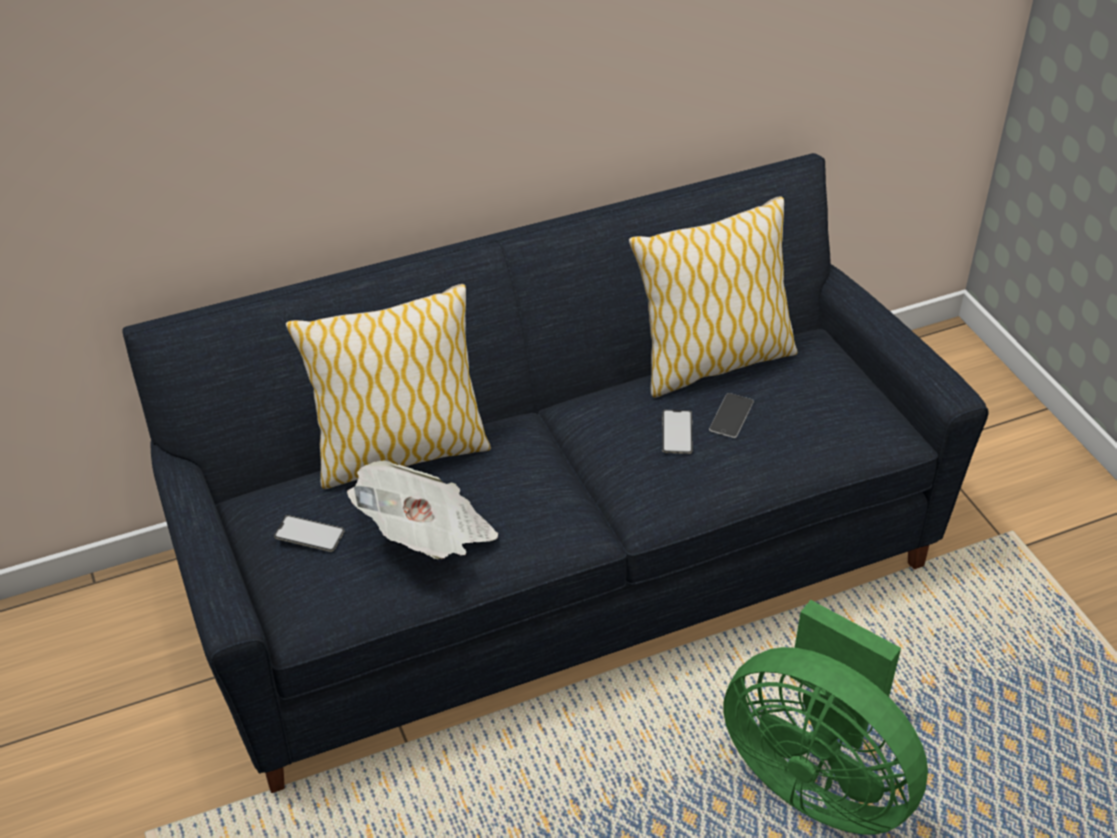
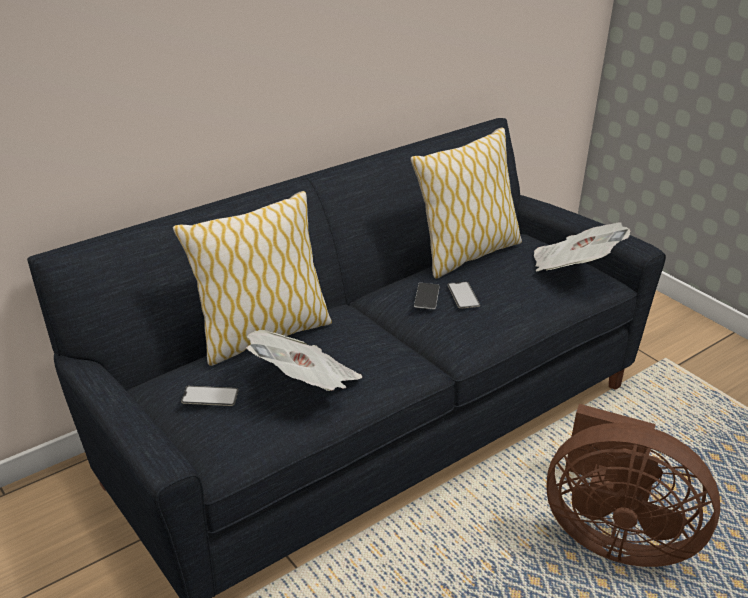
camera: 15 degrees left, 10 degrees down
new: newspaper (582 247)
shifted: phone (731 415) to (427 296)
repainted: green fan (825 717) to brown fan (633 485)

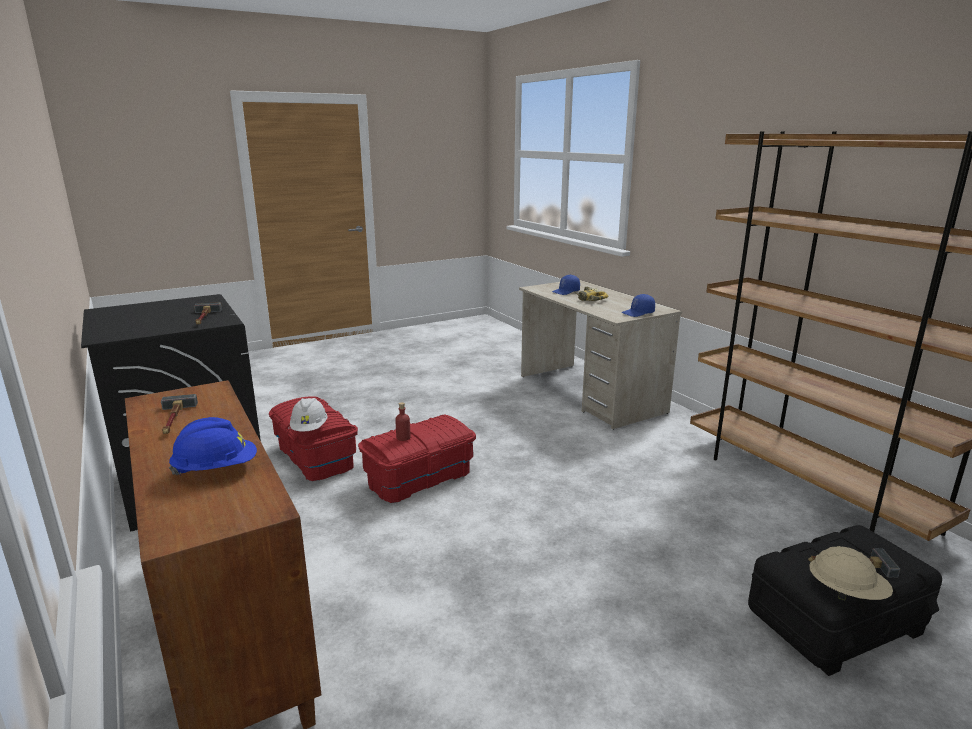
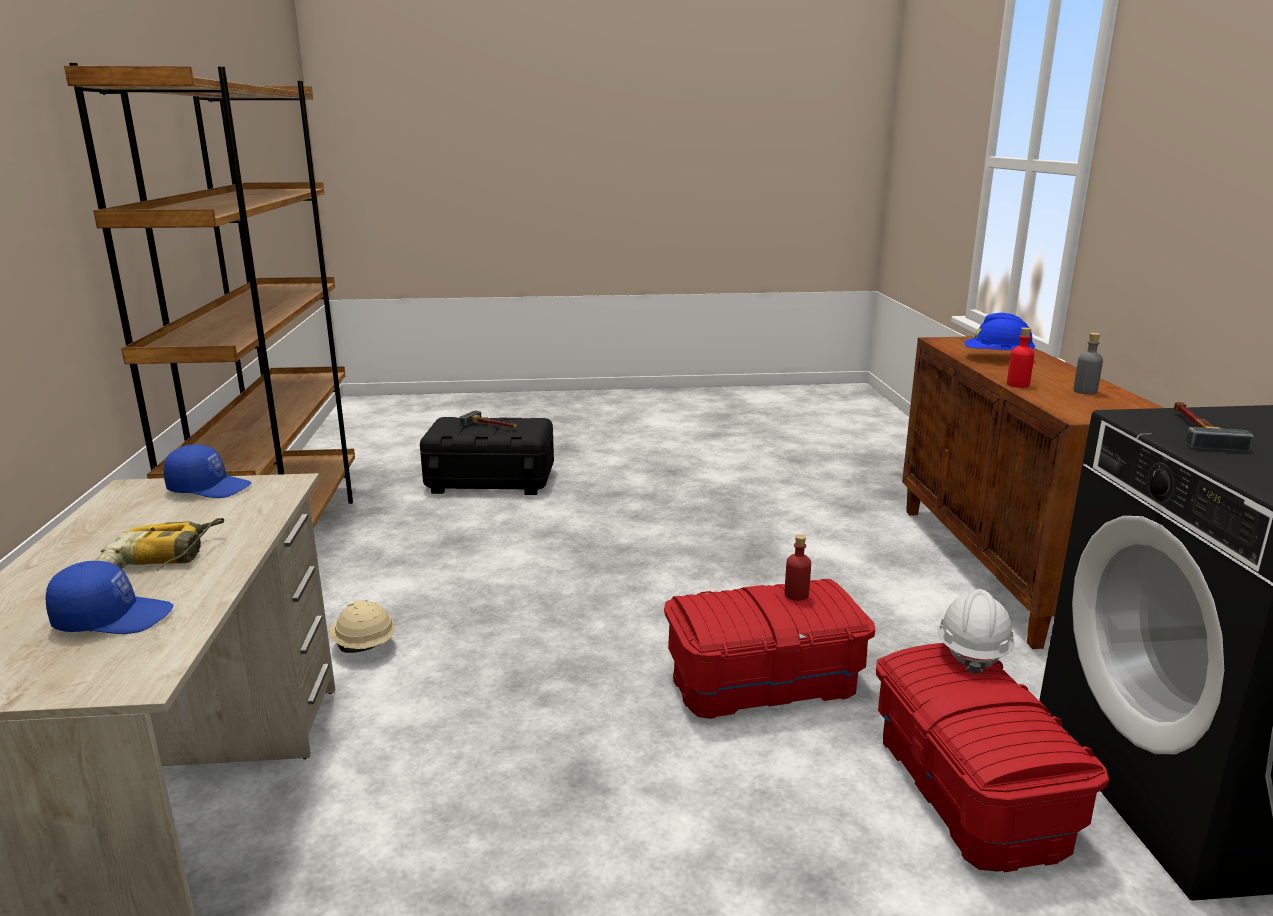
camera: 155 degrees left, 0 degrees up
new: red bottle (1020 357)
shifted: beige hard hat (851 573) to (362 626)
swapped: hammer (179 414) to grey bottle (1088 363)

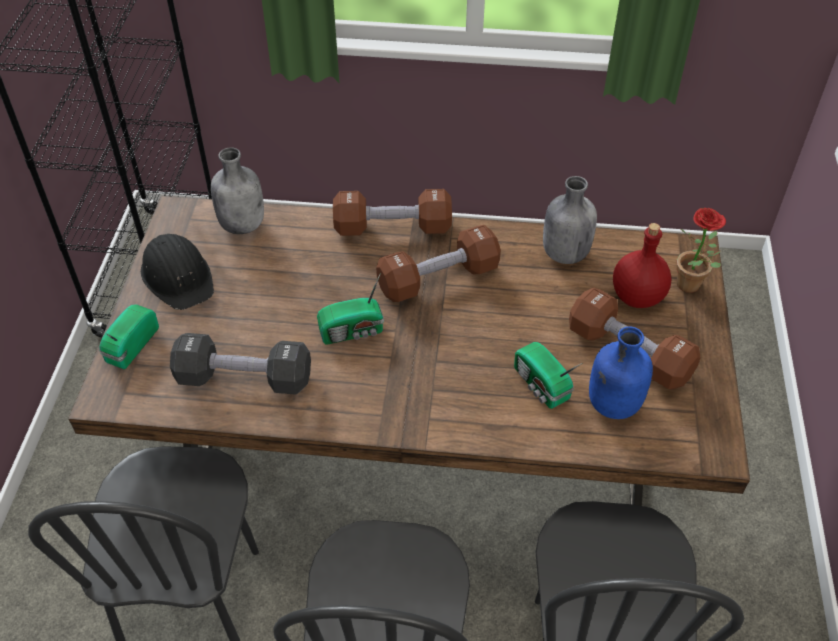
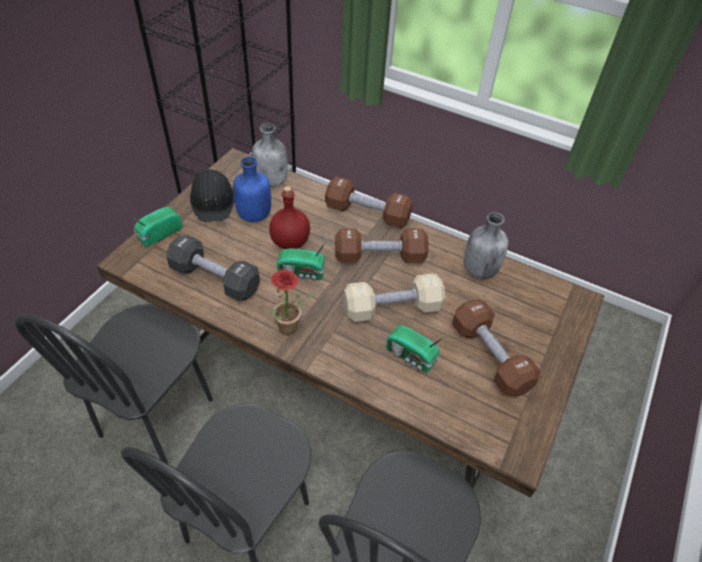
camera: 20 degrees right, 0 degrees up
new: beige dumbbell (394 298)
shifted: potted plant (701 250) to (291 302); red bottle (642 265) to (289 217); blue bottle (621 372) to (252 189)
rotated: radio (548 375) = (416 349) 45 degrees counterclockwise

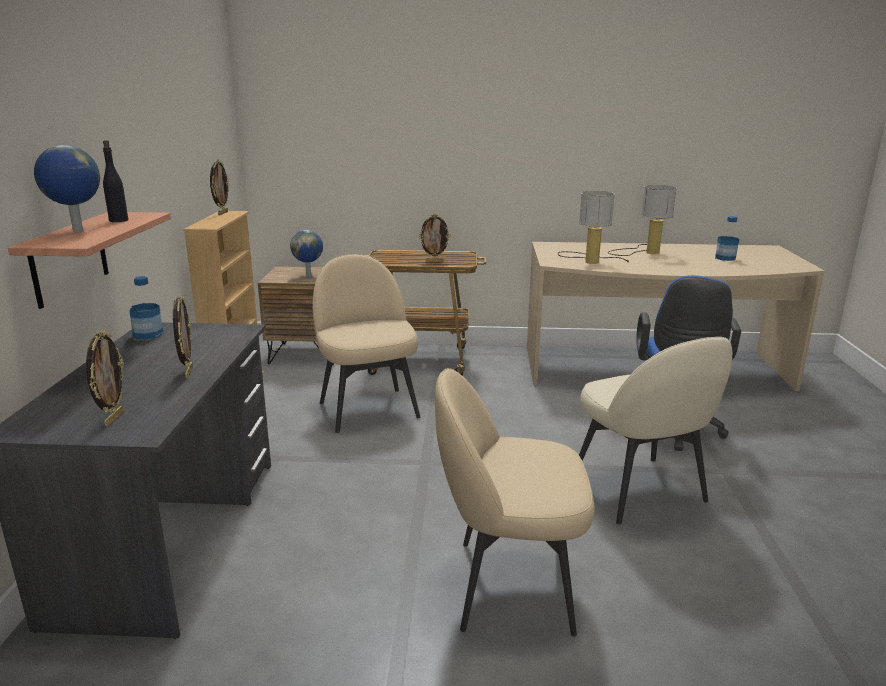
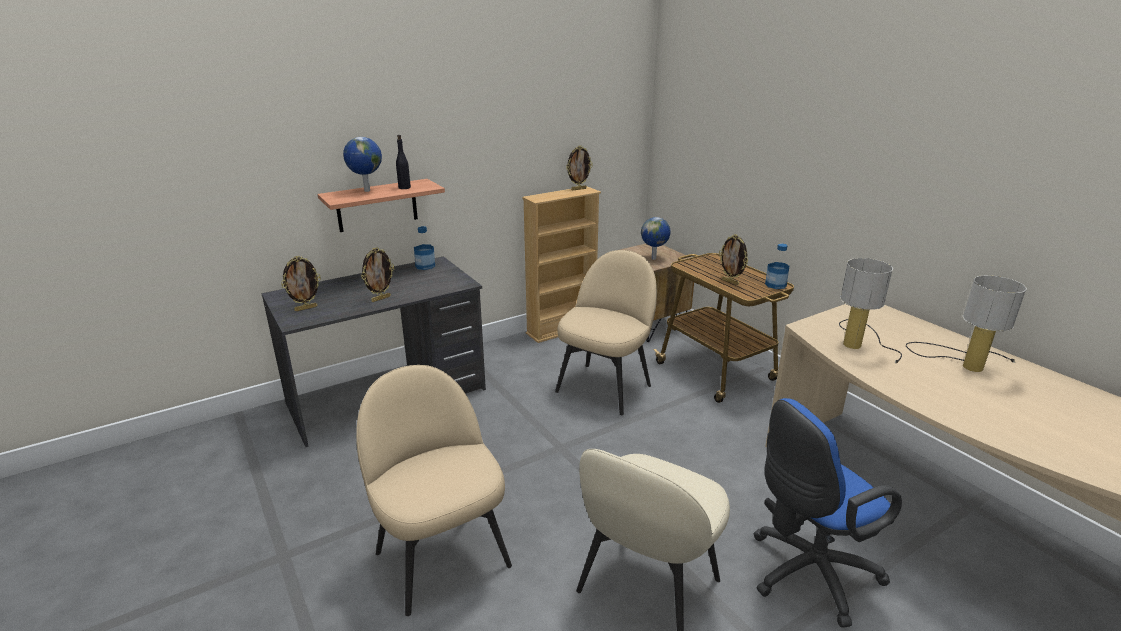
camera: 55 degrees right, 5 degrees up
shifted: bottle (727 238) to (777 266)

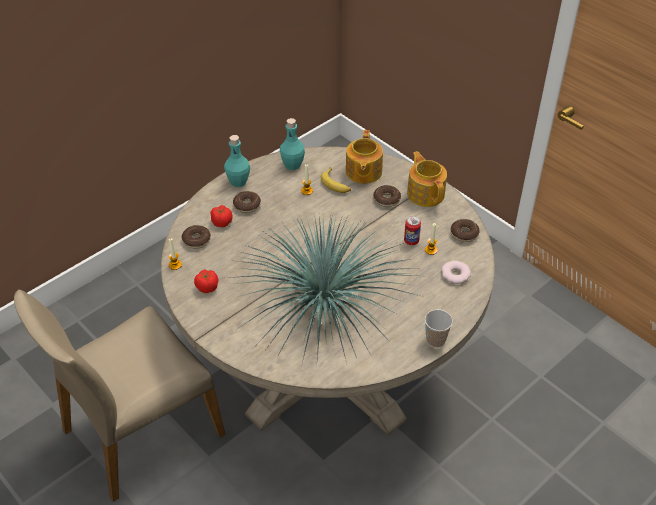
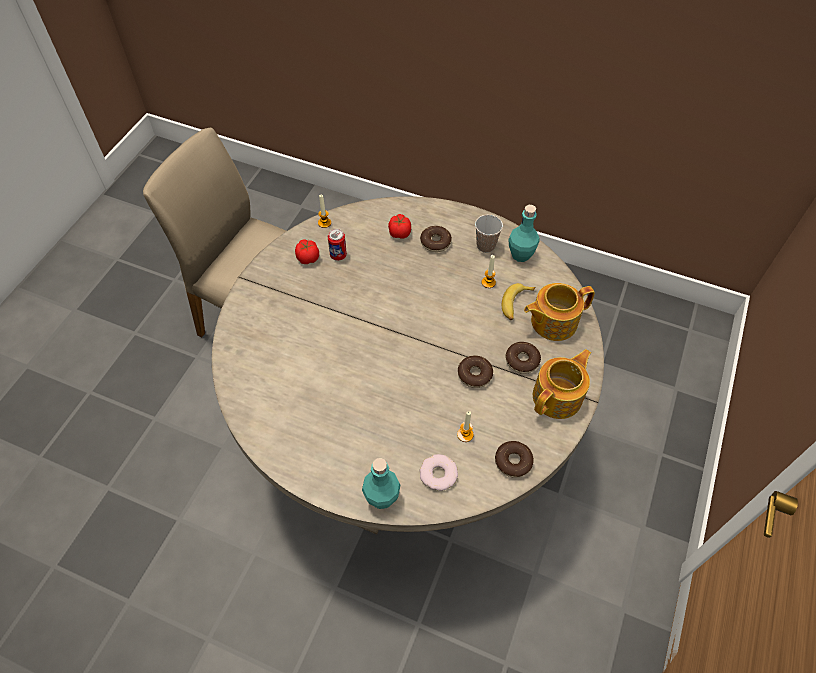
camera: 65 degrees right, 10 degrees up
gone: potted plant (326 288)
shifted: turquoise bottle (237 161) to (381 483); can (412 230) to (337 245); donut (196 237) to (475 372); cup (439 328) to (489 233)

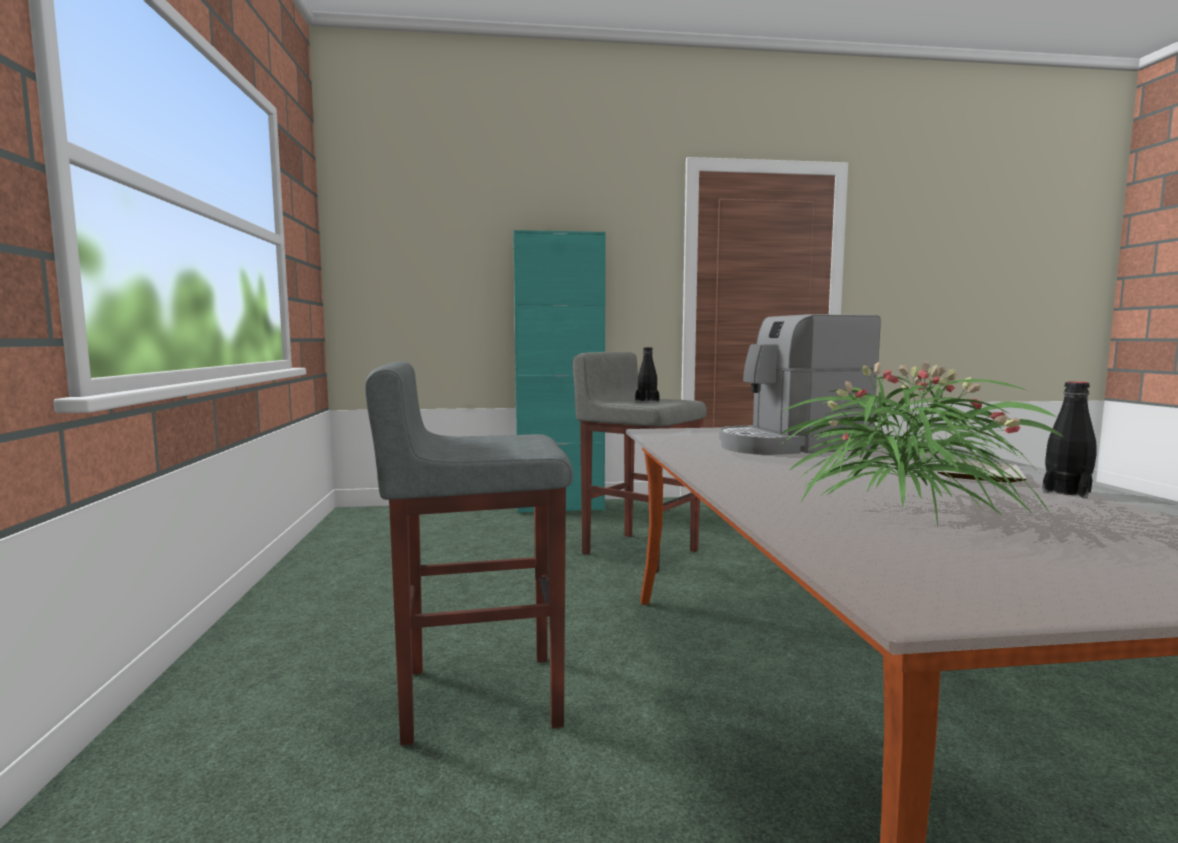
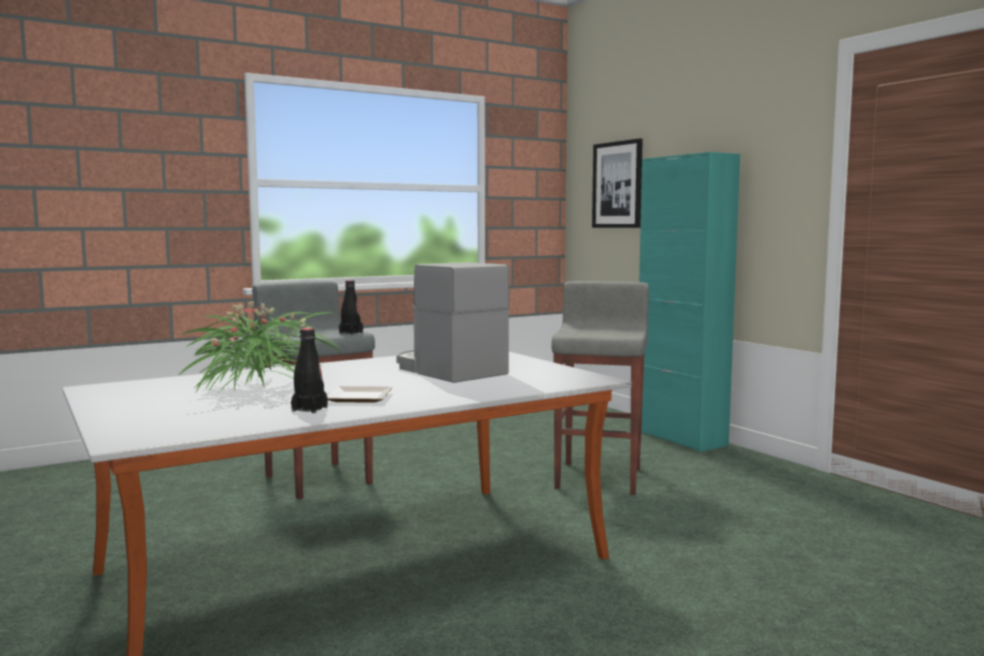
camera: 65 degrees right, 0 degrees up
new: picture (617 183)
shifted: black bottle (647 374) to (351 307)

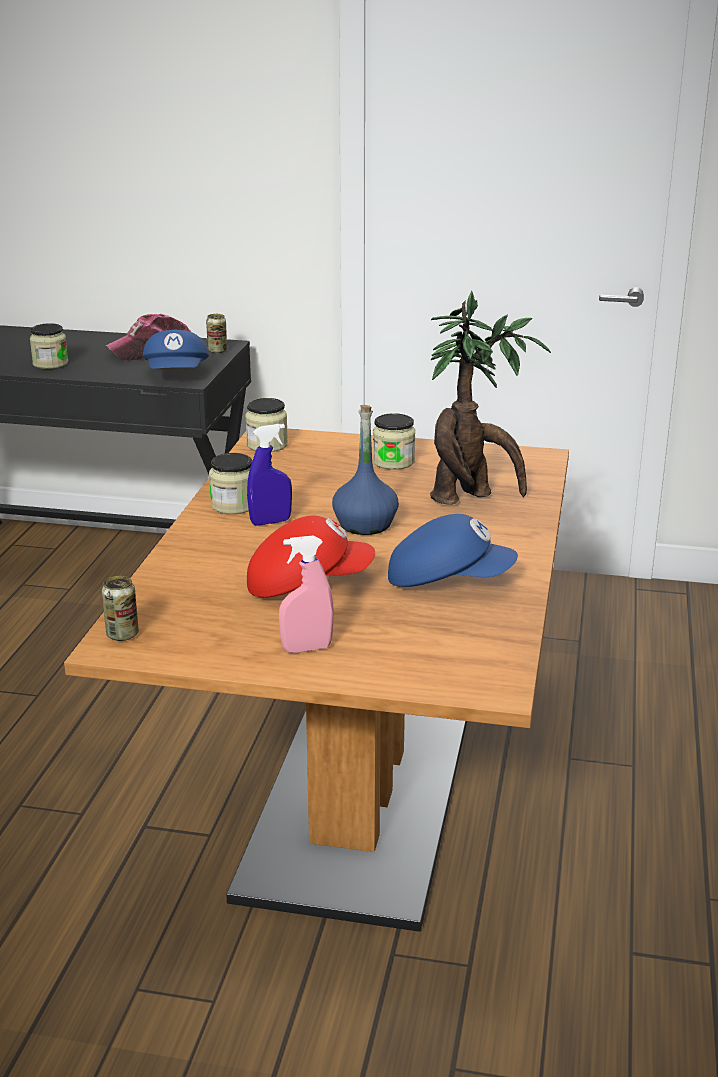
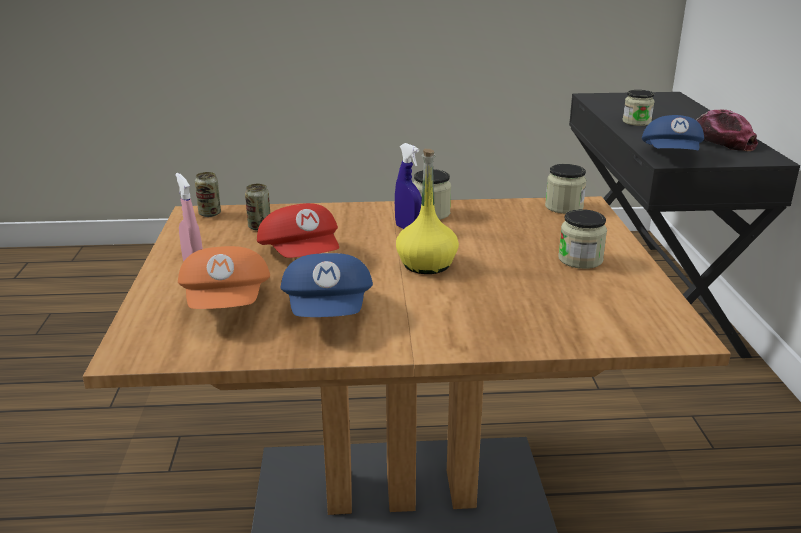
camera: 75 degrees right, 0 degrees up
gone: potted plant (490 398)
new: orange cap (224 277)
shifted: can (216 333) to (257 207)
repainted: blue bottle (365 470) to yellow bottle (427 211)
rotated: blue cap (176 349) = (673 132) 60 degrees counterclockwise

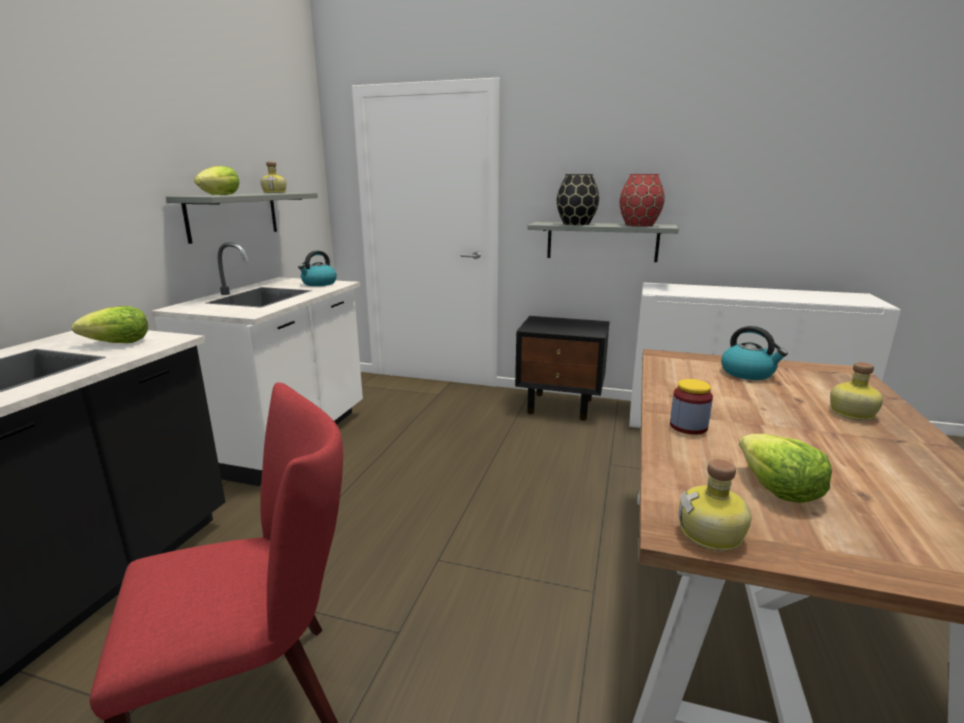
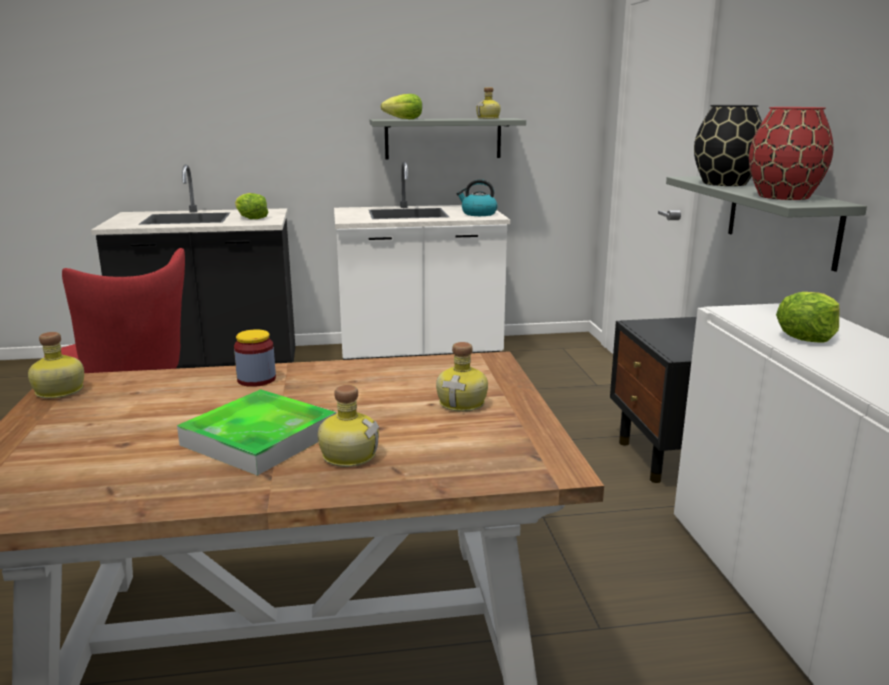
camera: 65 degrees right, 0 degrees up
new: tray (256 432)
shifted: lettuce (785 468) to (807 317)
swapped: kettle (754 353) to bottle (462 377)

